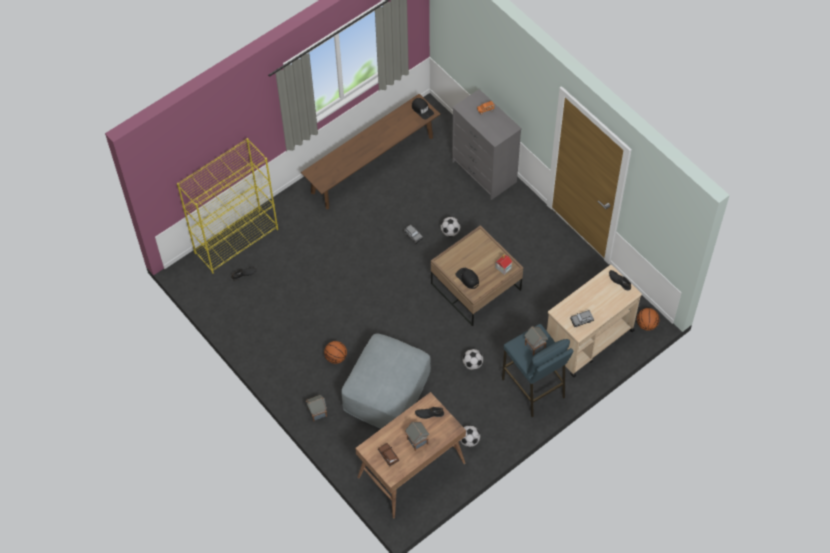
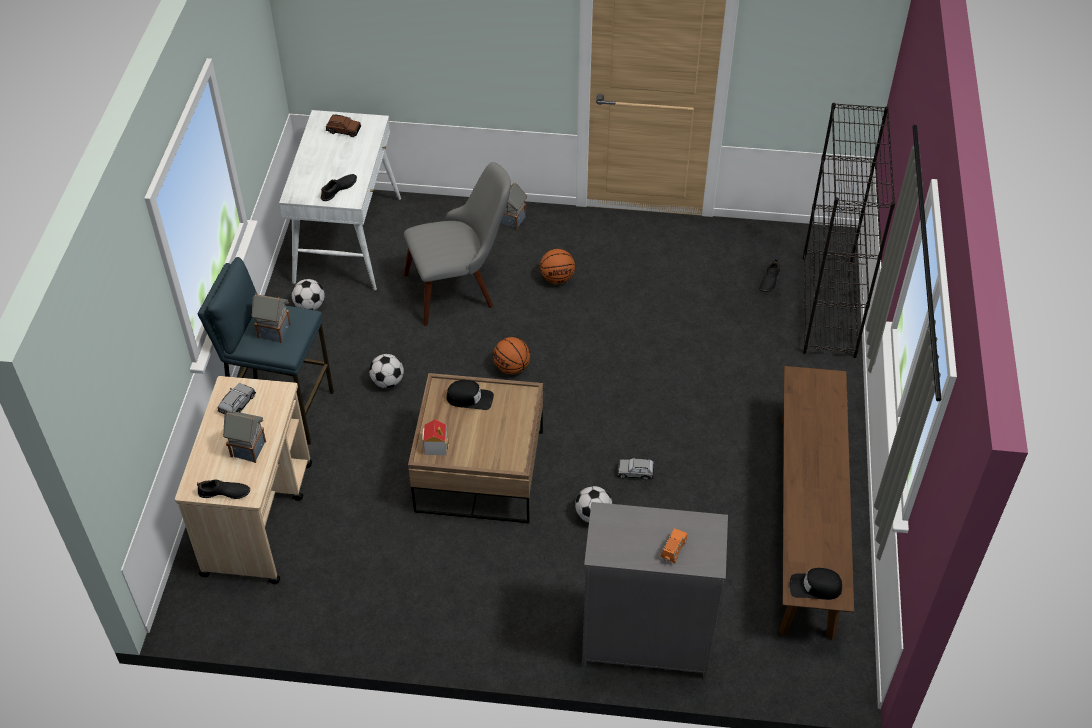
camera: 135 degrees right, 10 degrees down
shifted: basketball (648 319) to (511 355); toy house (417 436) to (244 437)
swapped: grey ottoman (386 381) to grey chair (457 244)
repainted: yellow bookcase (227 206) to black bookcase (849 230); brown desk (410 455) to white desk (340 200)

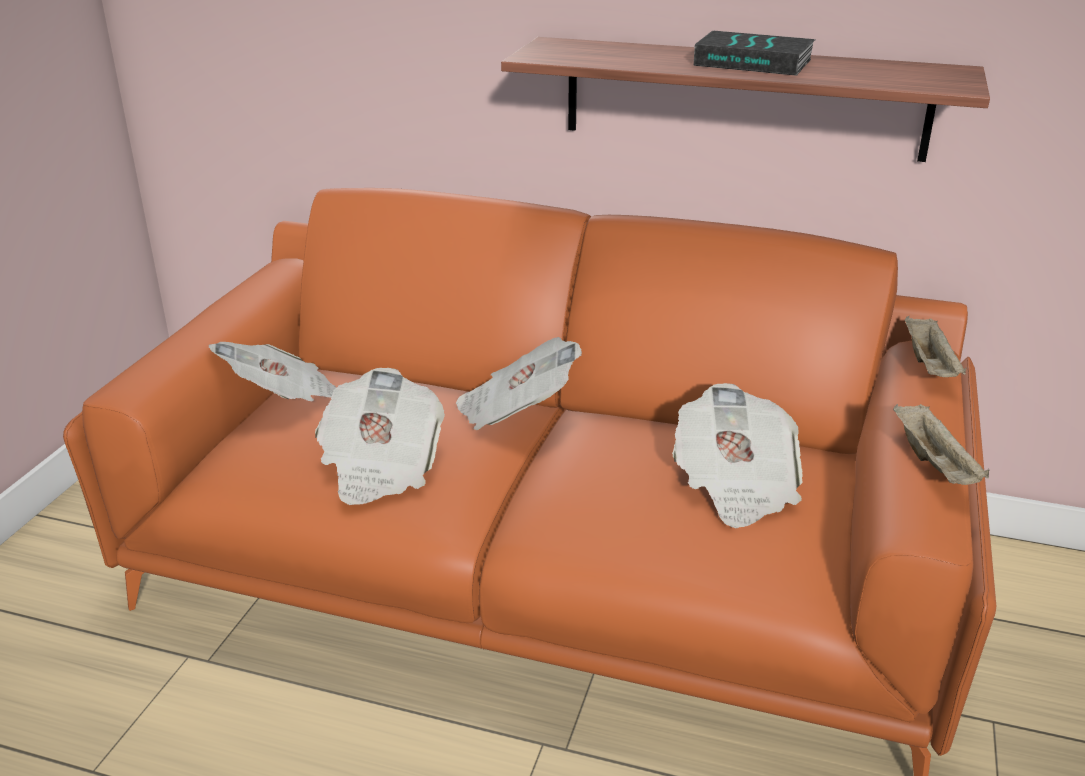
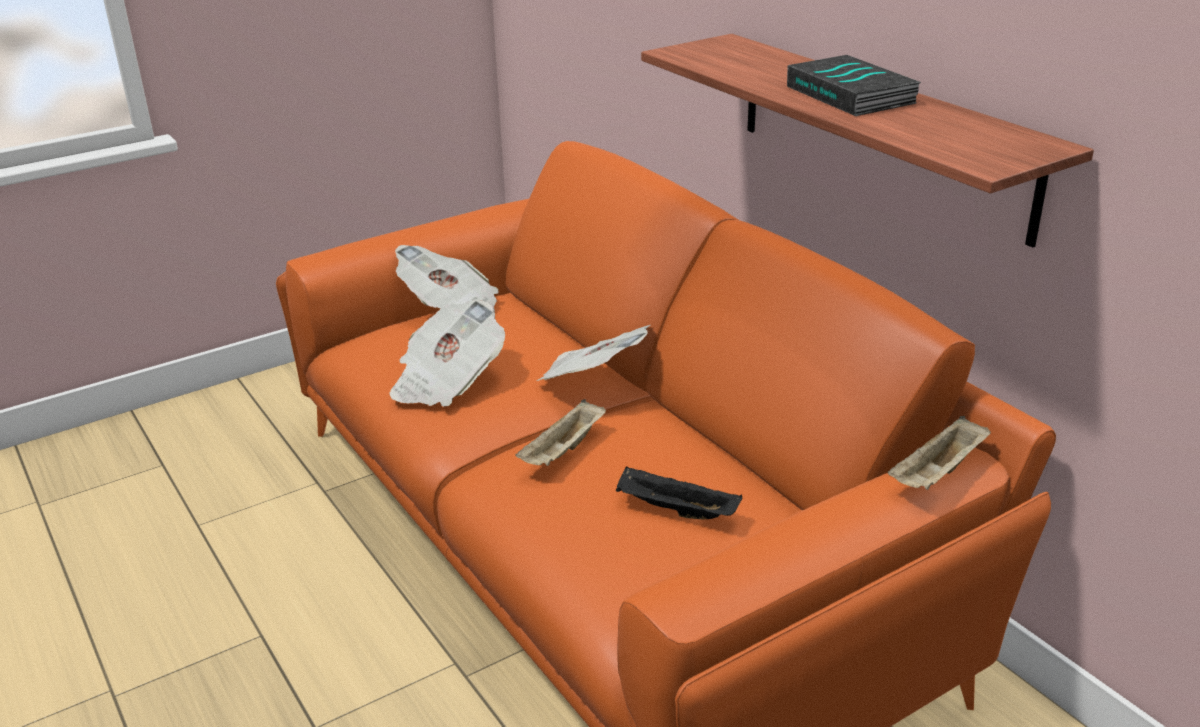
camera: 40 degrees right, 0 degrees up
shifted: beige tray (941 444) to (561 432)
swapped: newspaper (737 455) to black tray (679 493)

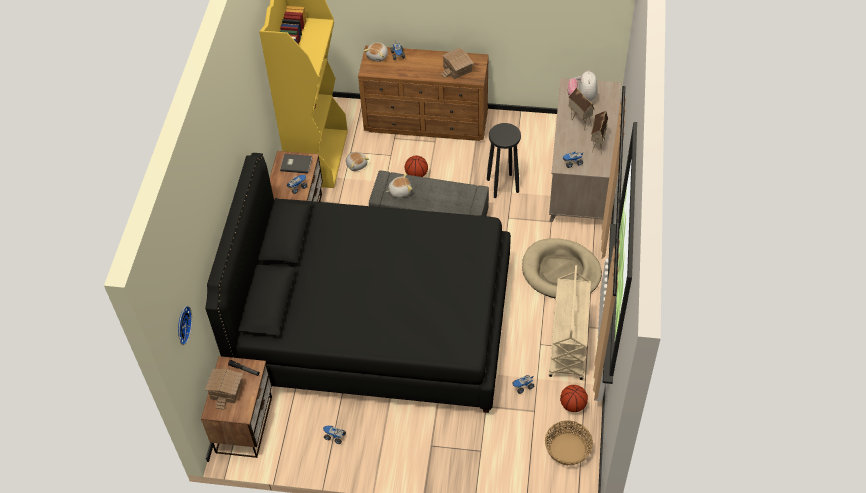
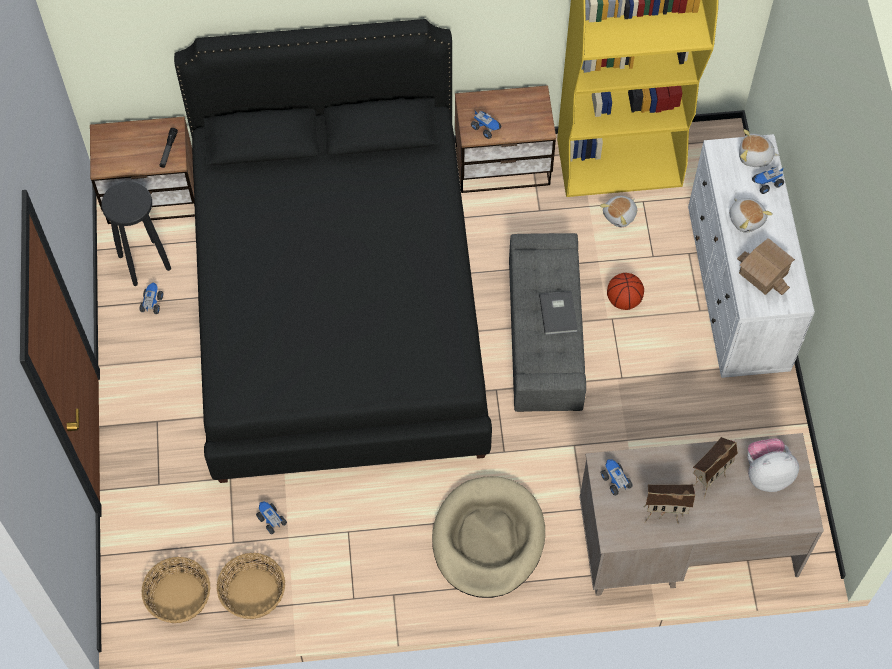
camera: 75 degrees right, 10 degrees up
gone: beige cart (570 322); wall clock (185 325); toy house (224 389)
shifted: black stool (504 160) to (136 233); grey book (296 164) to (558 313); plush toy (399 185) to (751 215)
swapped: basketball (574 398) to basket (251 586)
repainted: brown dresser (423 93) to white dresser (751 256)

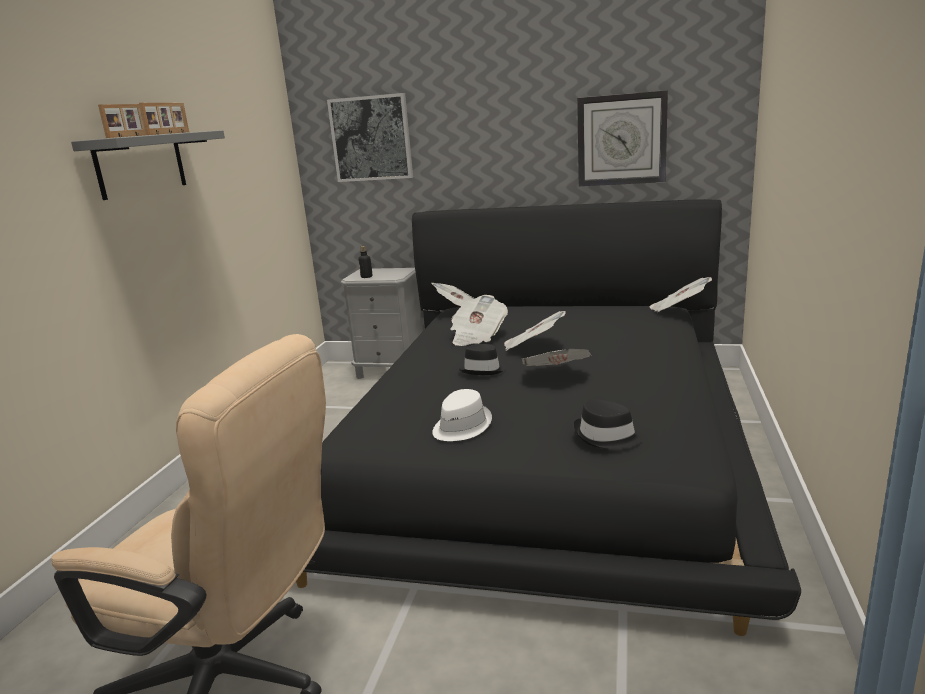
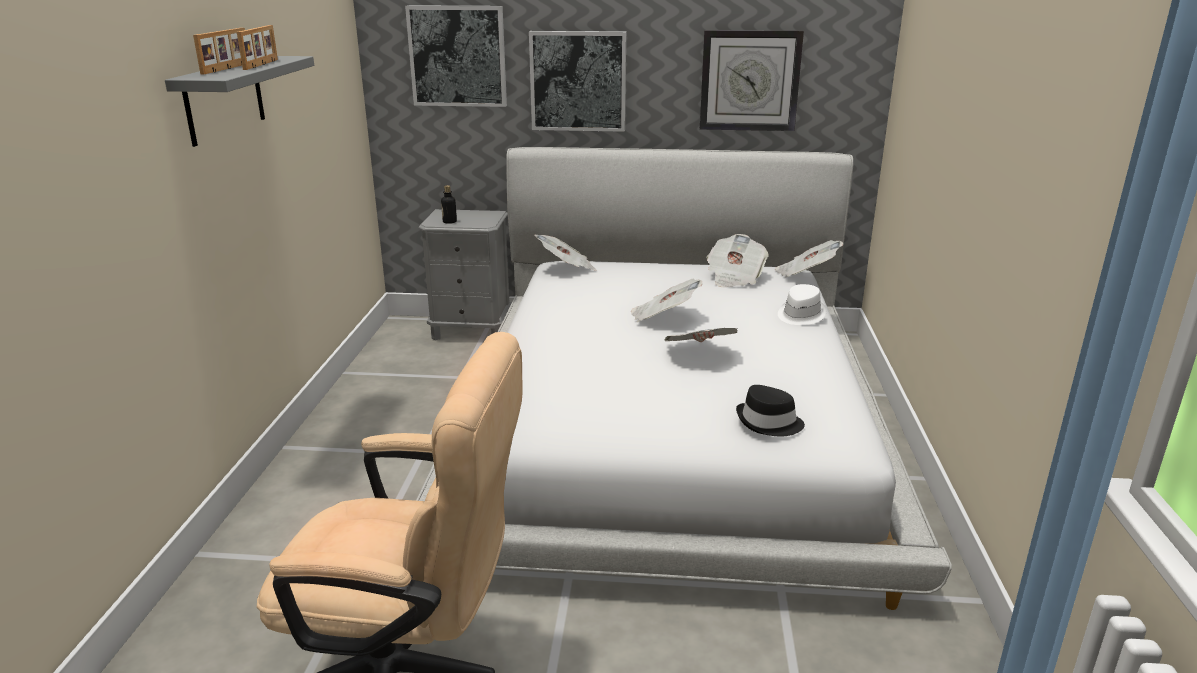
camera: 10 degrees left, 5 degrees up
gone: black hat (482 359)
new: picture (577 81)
shifted: newspaper (479 320) to (737 261); white hat (462 415) to (802 304)
repainted: black bed (548 417) to white bed (684 378)

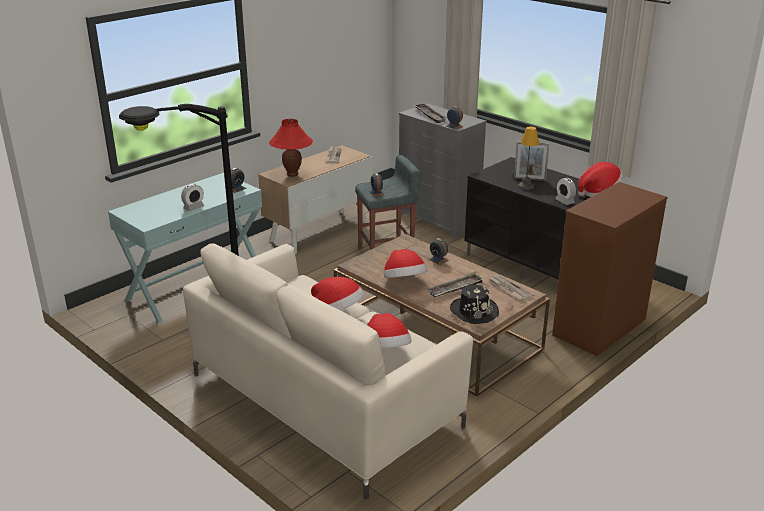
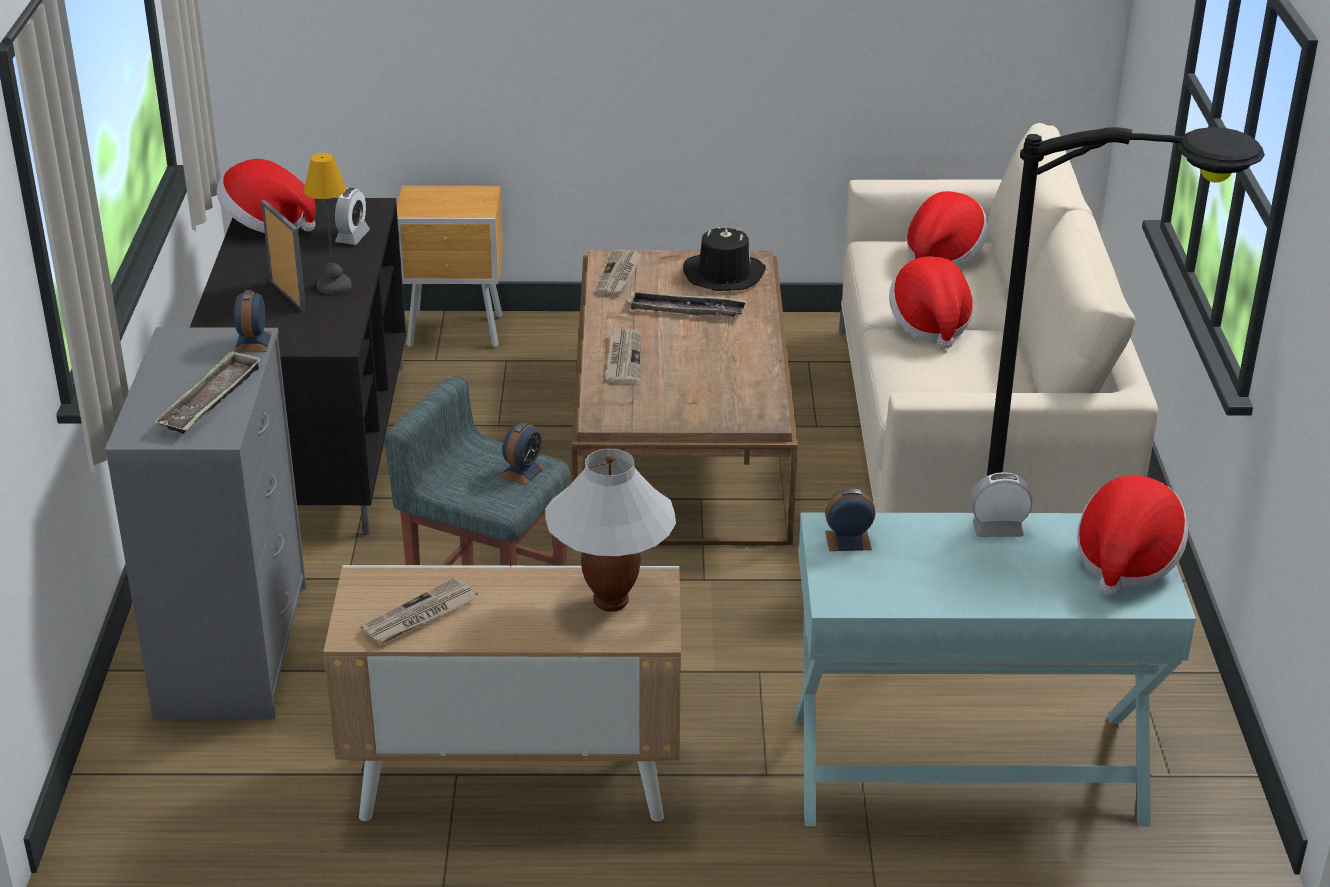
camera: 135 degrees left, 5 degrees up
shifted: hat (405 263) to (1132 535)
swapped: brown dresser (610 269) to brown nightstand (450 266); alarm clock (438 251) to newspaper (623 356)
repainted: red table lamp (291 148) to white table lamp (610 530)

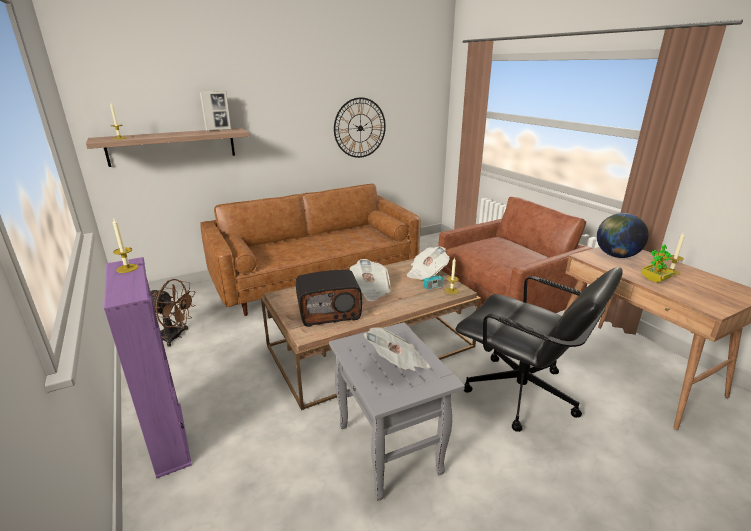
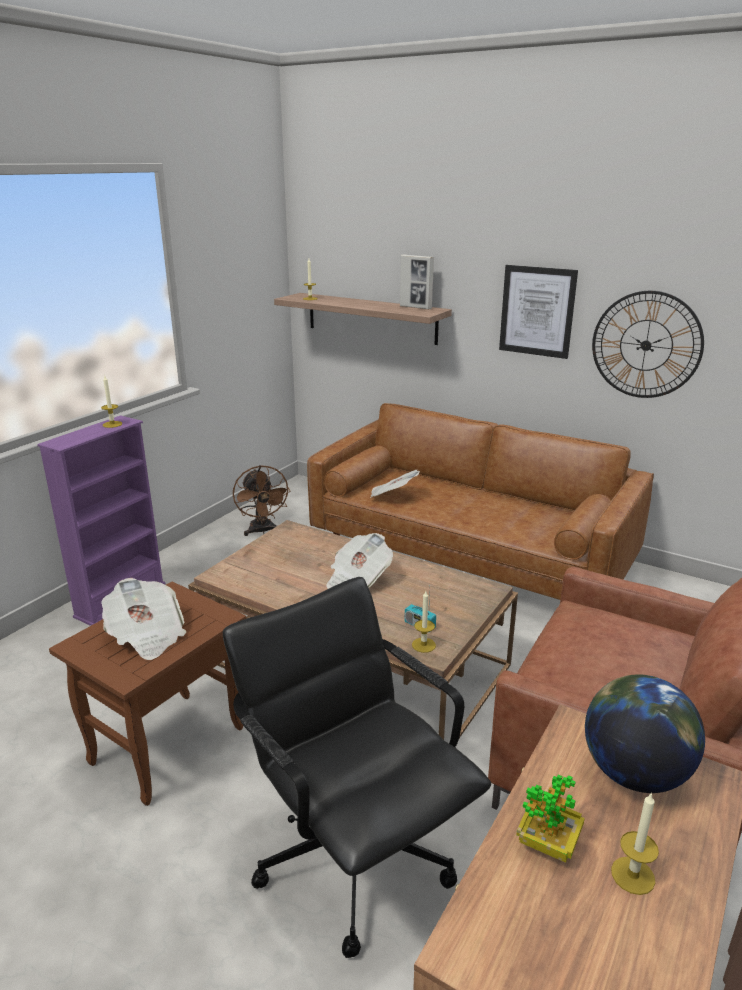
camera: 60 degrees right, 0 degrees up
gone: radio (329 298)
new: picture (538 312)
shifted: newspaper (428 263) to (395 483)
repainted: grey side table (397 411) to brown side table (148 694)
rotated: black office chair (539 349) = (357 767) 135 degrees clockwise

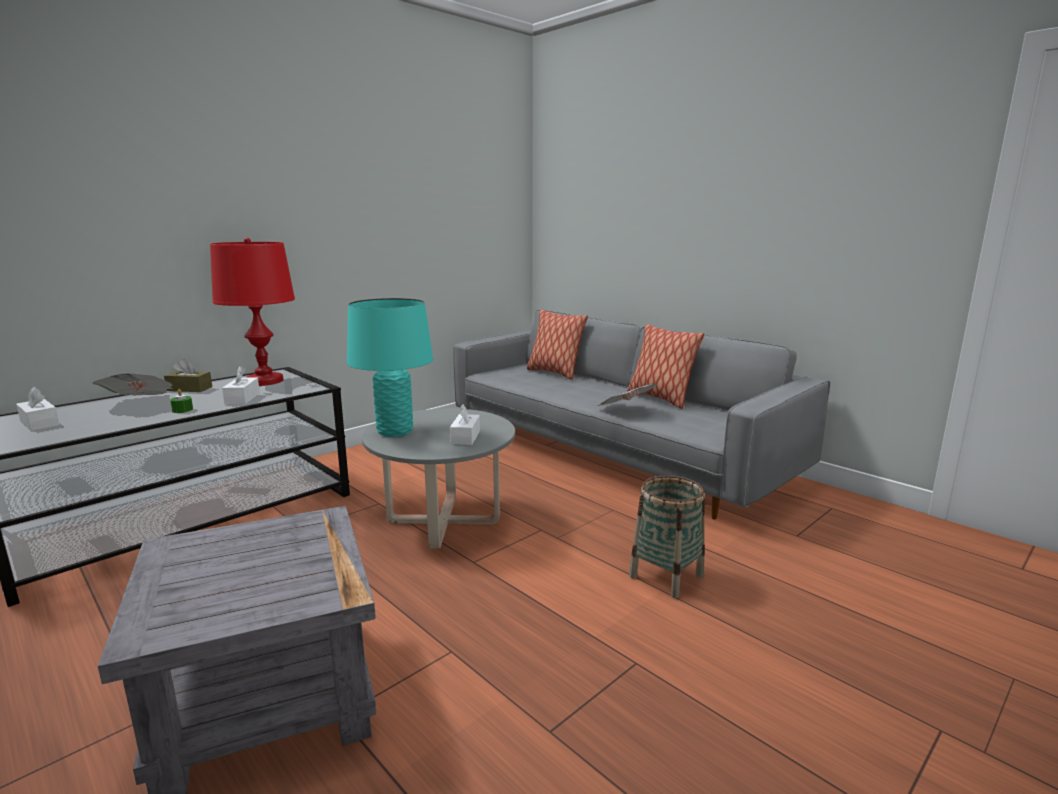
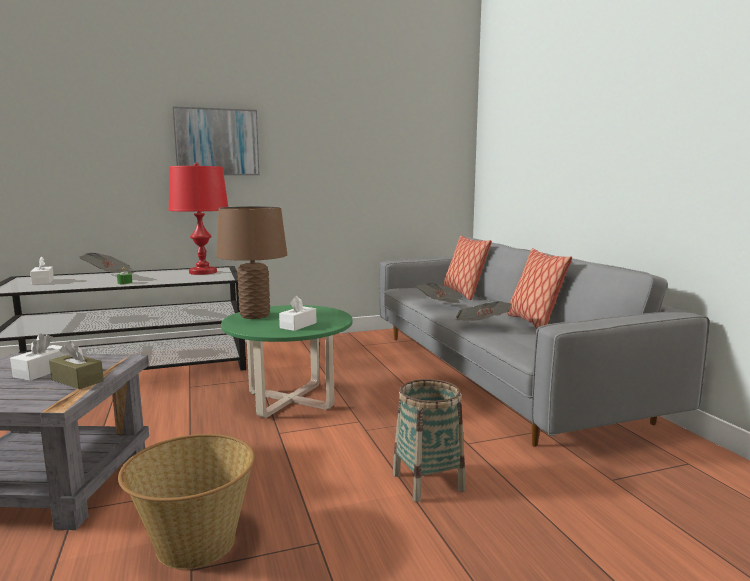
camera: 25 degrees right, 5 degrees down
new: picture (216 140); newspaper (439 293); basket (186 502)
shifted: brown tissue box (188 375) to (76 365); white tissue box (241 385) to (38 357)
repainted: turquoise table lamp (390 367) to brown table lamp (251 262); grey coffee table (438 478) to green coffee table (287 361)

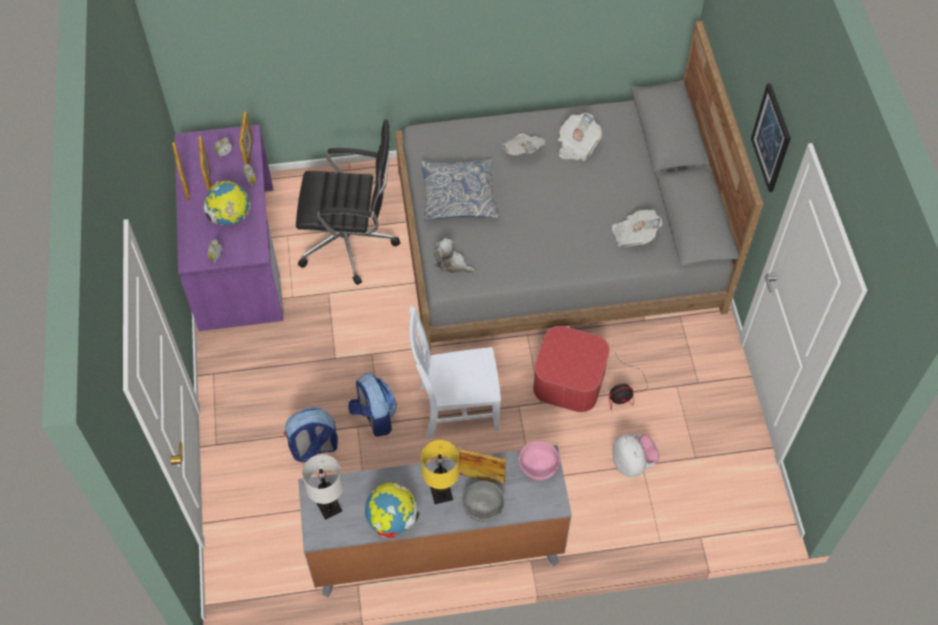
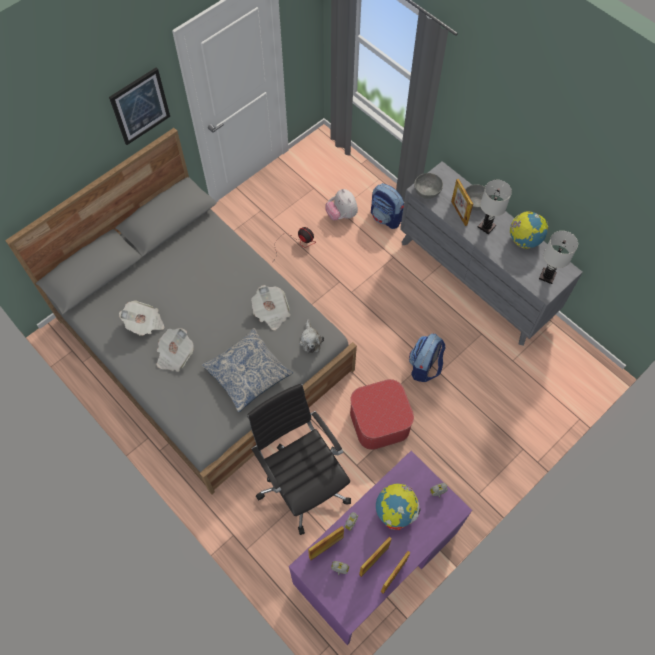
camera: 125 degrees left, 5 degrees up
gone: white chair (455 372)
shifted: newspaper (637 228) to (271 307); ottoman (571 369) to (382 414); backpack (311 434) to (387 206)
repainted: yellow table lamp (440 472) to white table lamp (495 207); pink bowl (539 460) to grey bowl (428 186)
rotated: plush toy (636 455) = (341 204) 60 degrees counterclockwise

